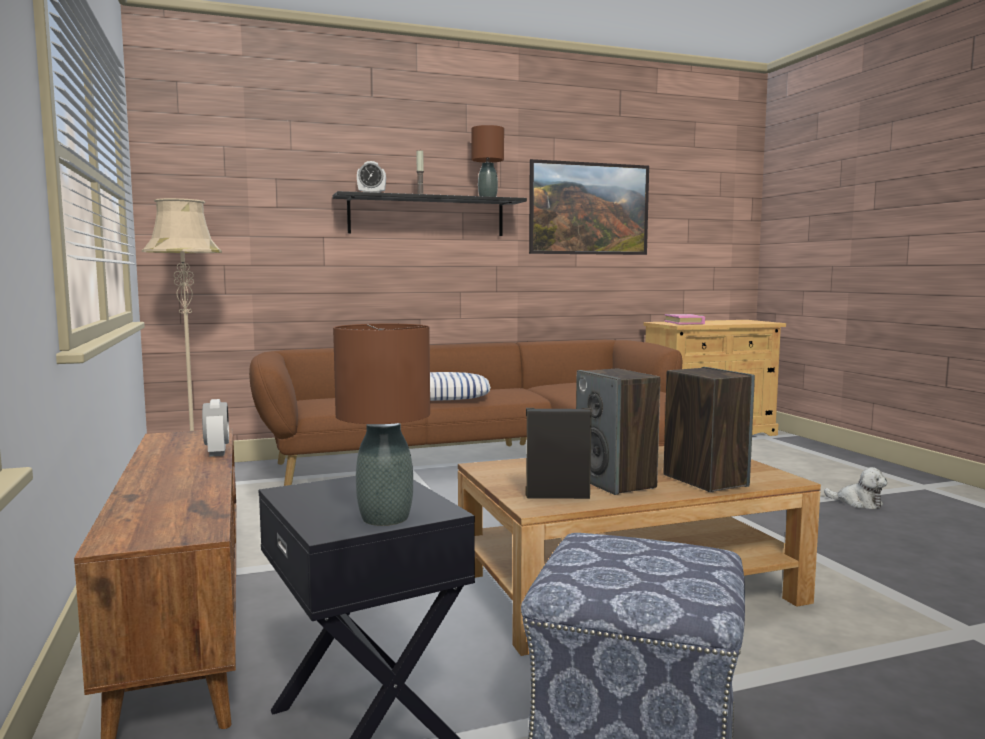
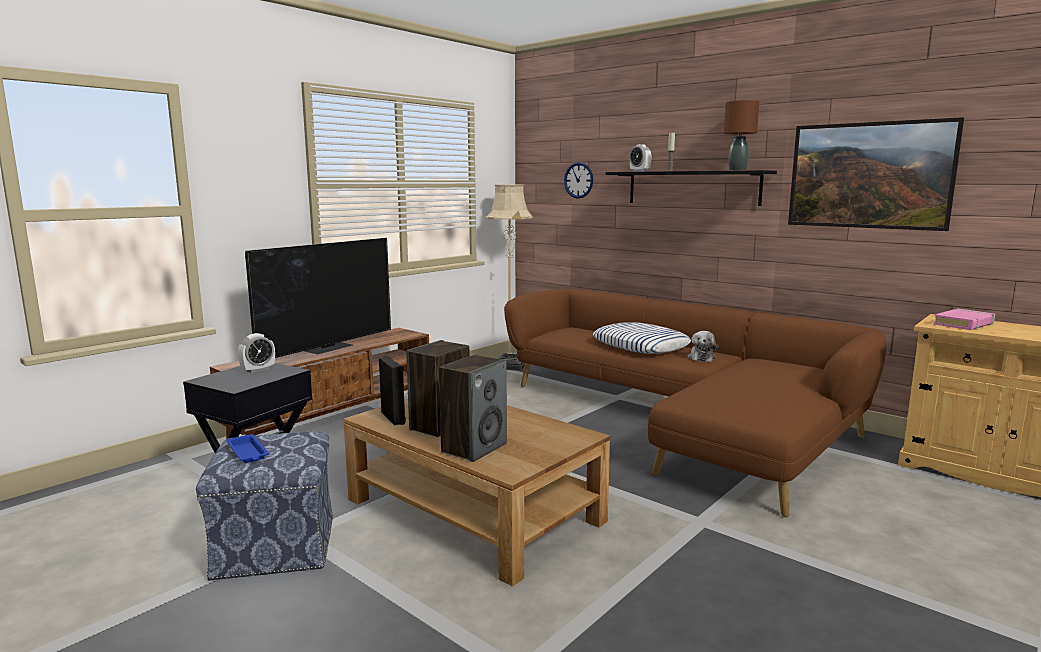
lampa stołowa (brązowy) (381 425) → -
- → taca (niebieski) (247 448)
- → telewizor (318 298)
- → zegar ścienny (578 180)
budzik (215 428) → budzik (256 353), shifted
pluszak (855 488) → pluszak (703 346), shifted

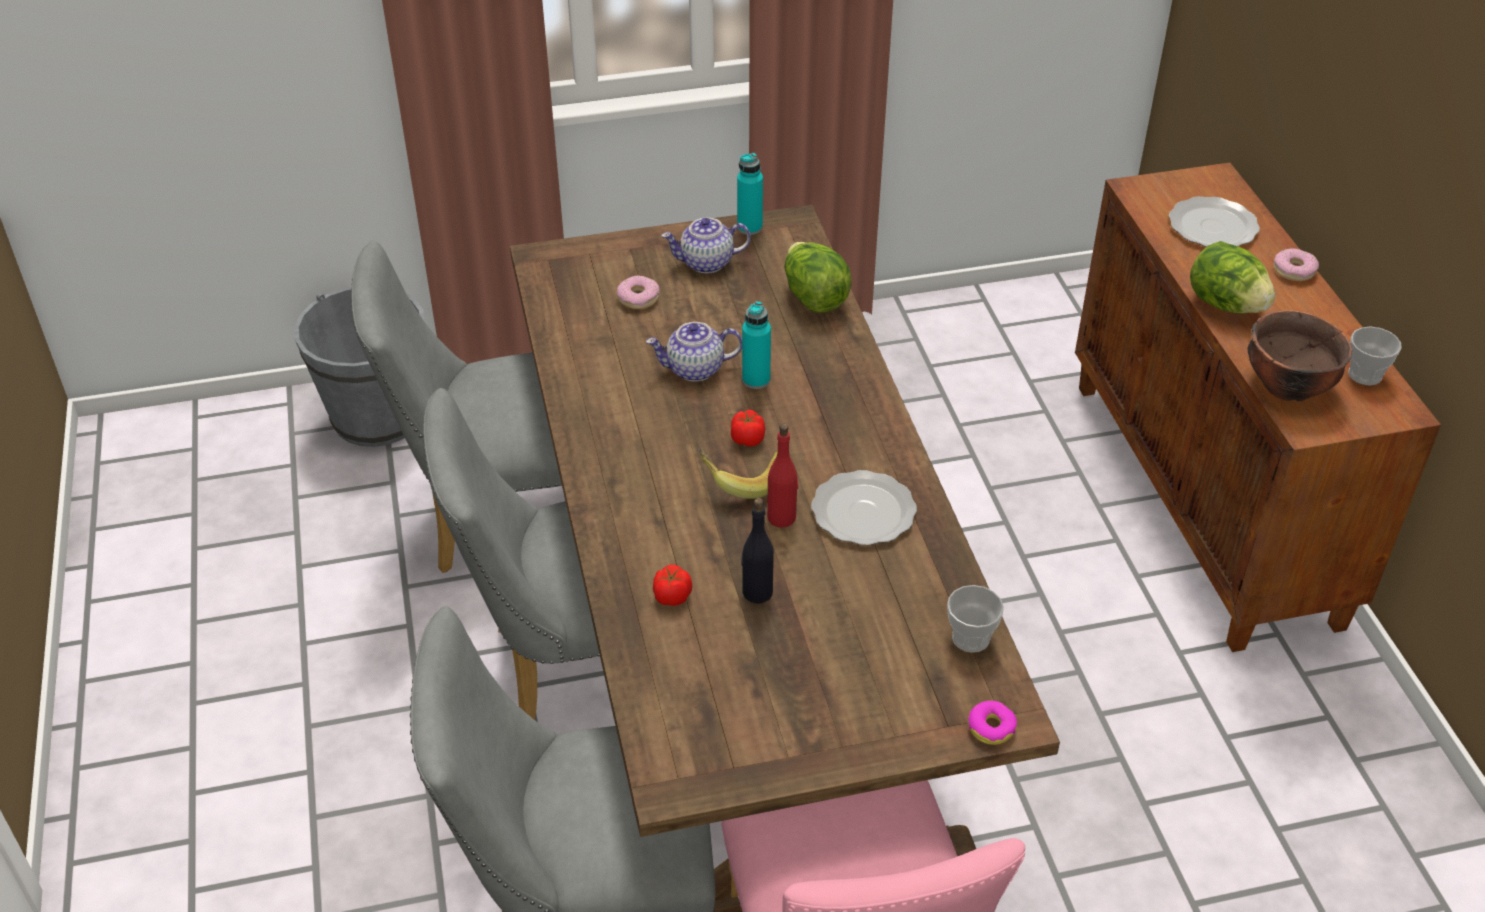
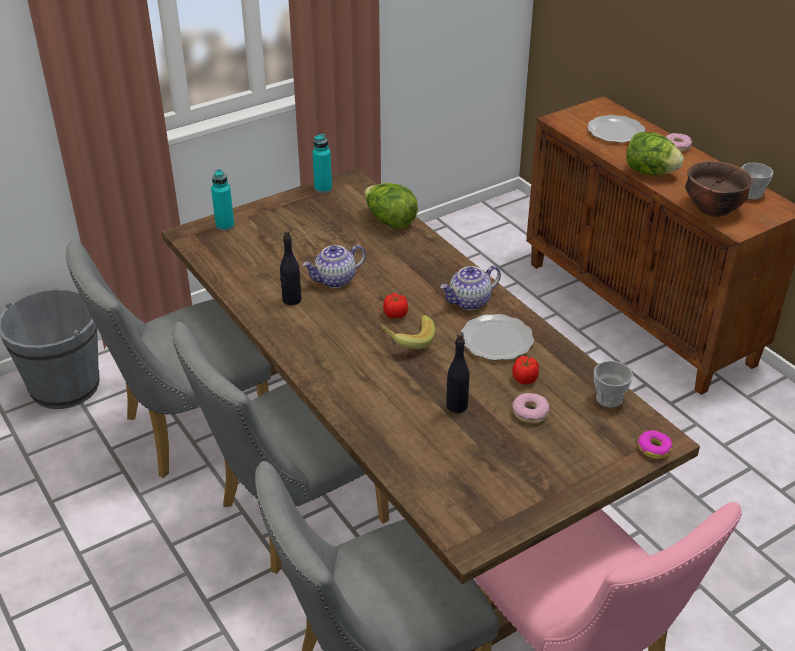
butelka (czerwony) (782 476) → -
- → butelka (czarny) (291 267)
donut (638 293) → donut (530 408), shifted
pomidor (672 585) → pomidor (525 370), shifted
imbryk (706 245) → imbryk (470 288), shifted
butelka (turkusowy) (756 345) → butelka (turkusowy) (222 200), shifted

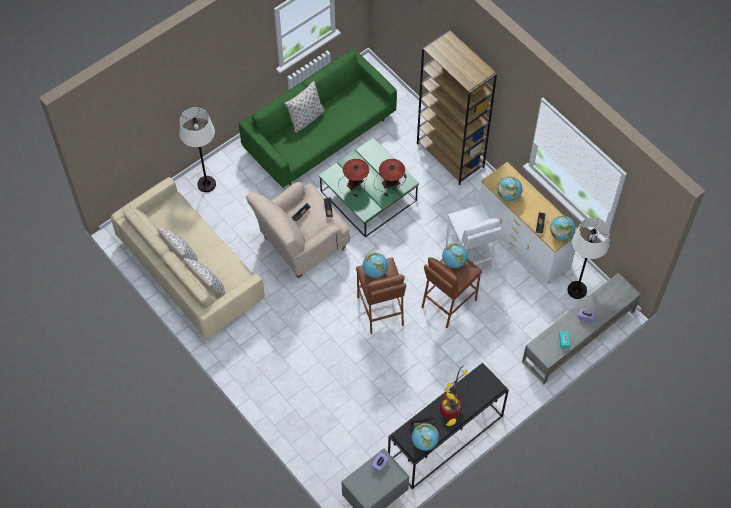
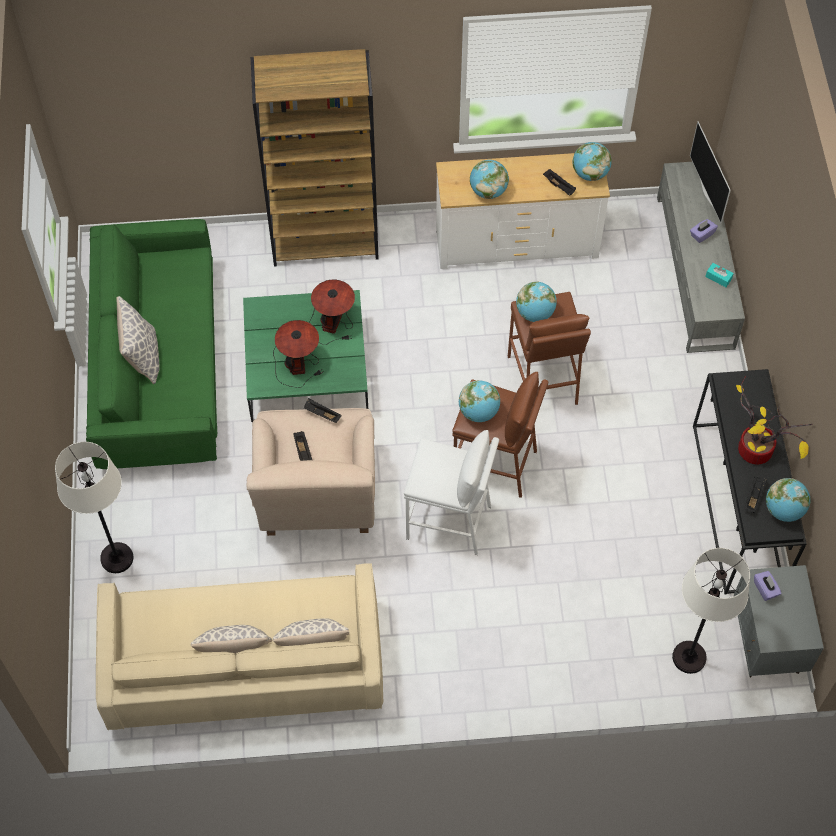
- → telewizor (710 172)
stołek (biały) (473 238) → stołek (biały) (451 492), shifted
lampa stojąca (biały) (588 258) → lampa stojąca (biały) (711 611), shifted

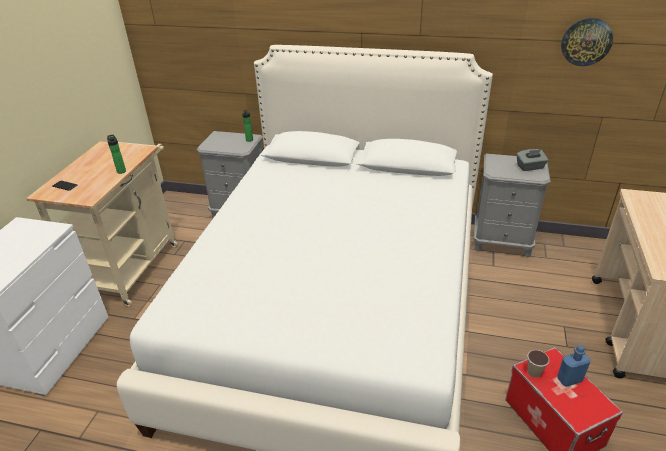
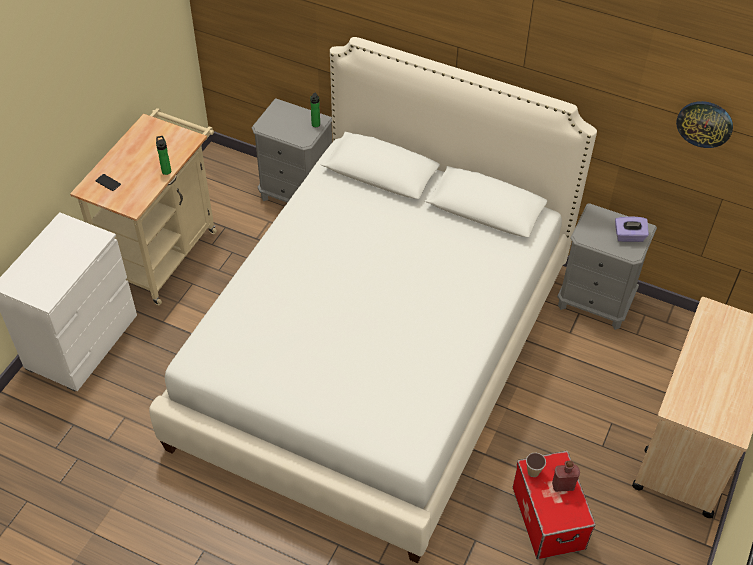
pudełko chusteczek (szary) (532 160) → pudełko chusteczek (fioletowy) (632 229)
butelka (niebieski) (573 366) → butelka (czerwony) (566 476)

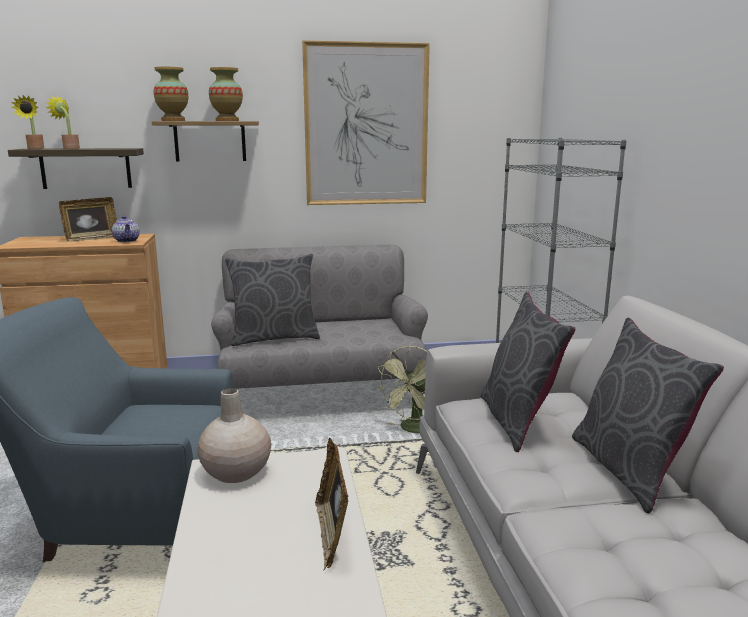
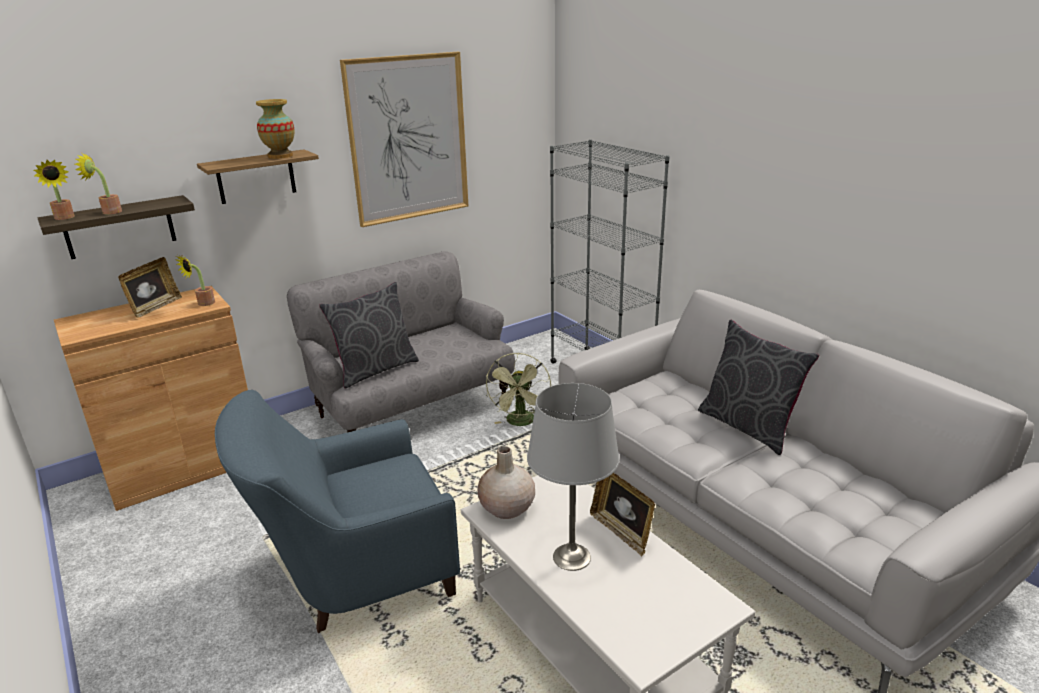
wazon (171 94) → -
poduszka (szary) (528 372) → -
- → lampa stołowa (szary) (573 477)
imbryk (126 229) → roślina doniczkowa (195 281)

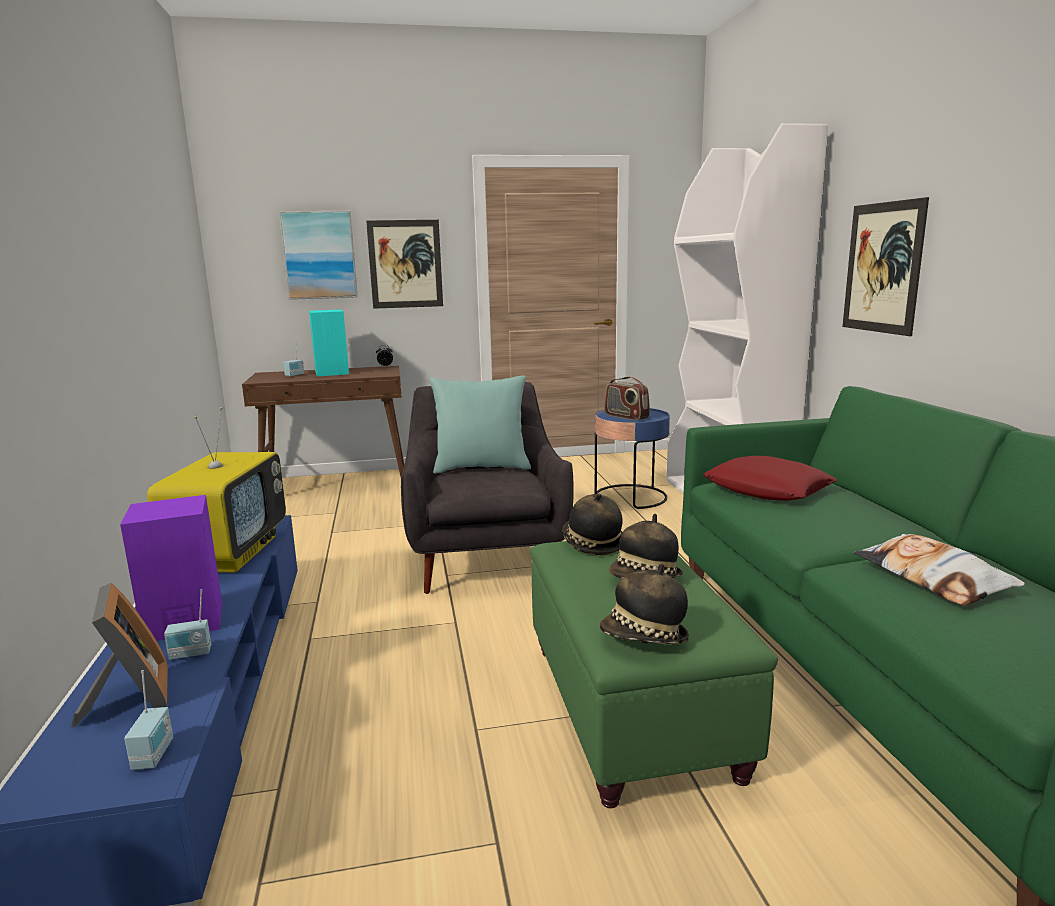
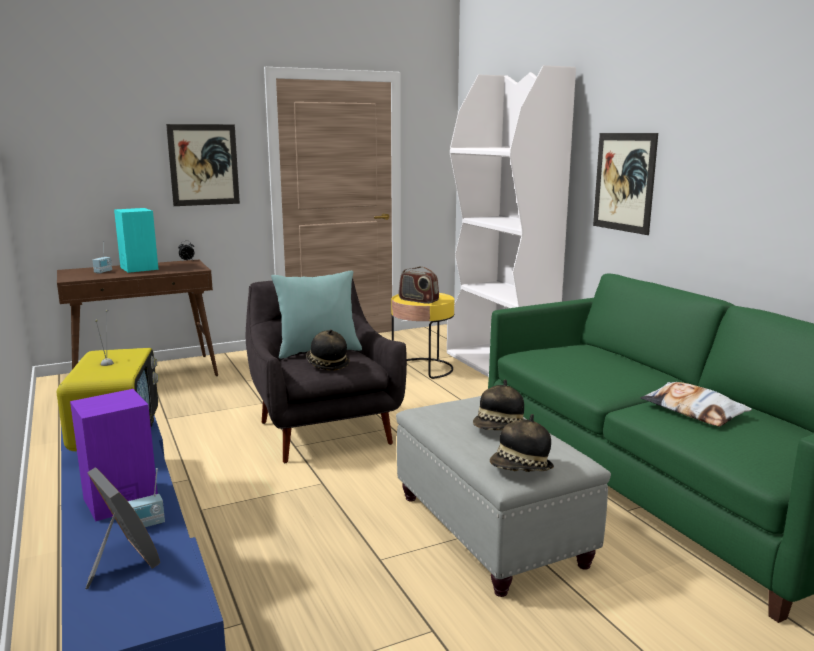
radio (148 720) → -
obraz (318 255) → -
poduszka (czerwony) (770 478) → -
kapelusz (592 524) → kapelusz (328 349), shifted
pufa (zielony) (654 674) → pufa (szary) (503 496)
stolik (niebieski) (632 458) → stolik (żółty) (422 336)

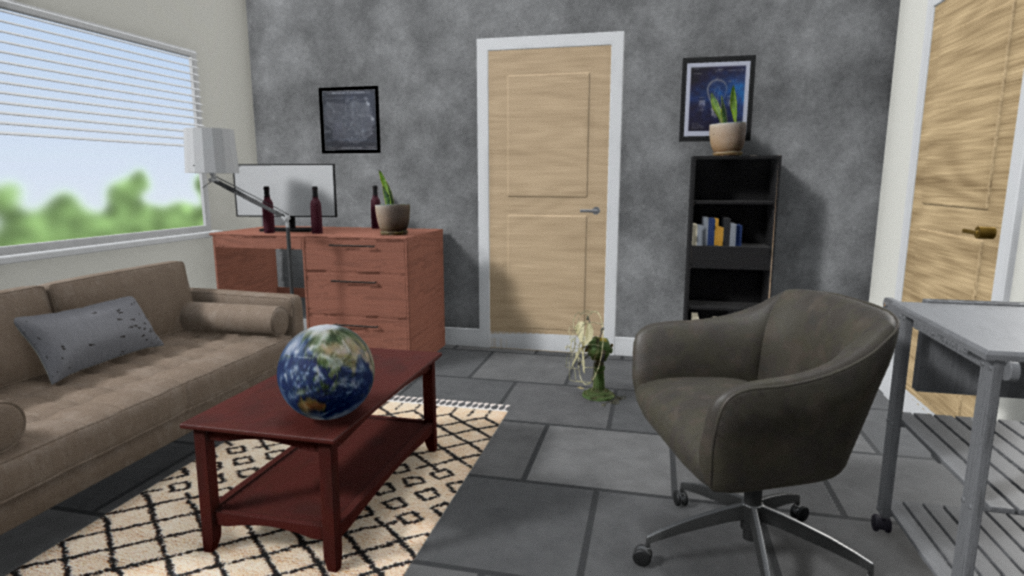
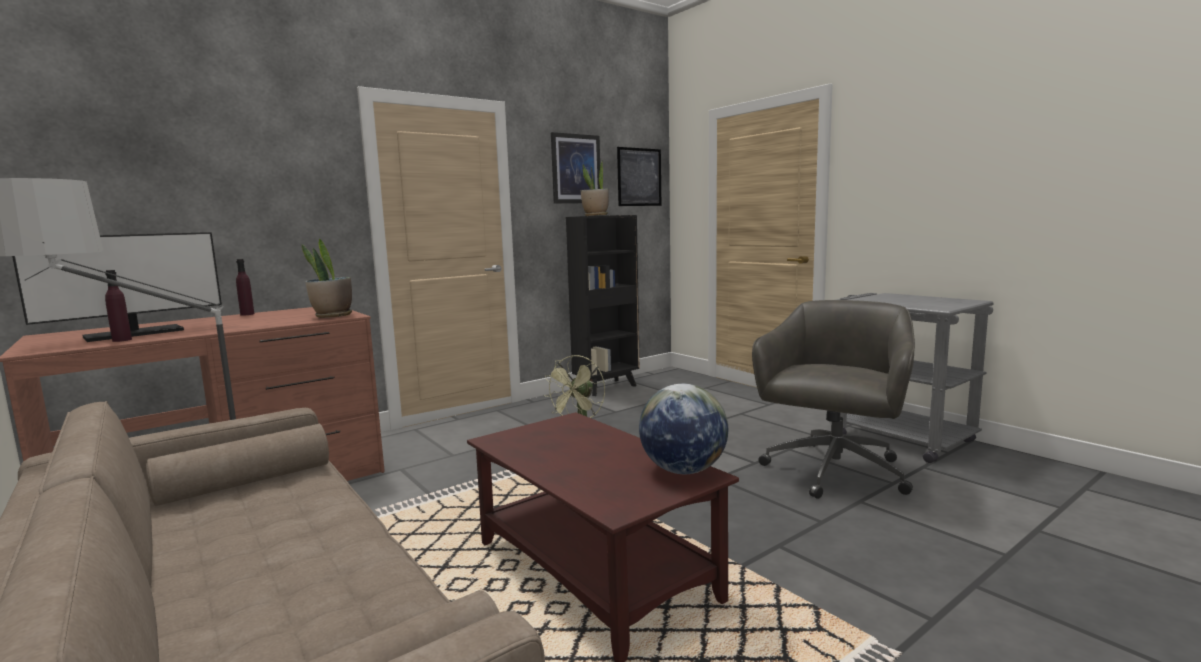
poduszka (szary) (89 340) → -
butelka (fioletowy) (316 210) → -
obraz (350 119) → obraz (639 176), shifted

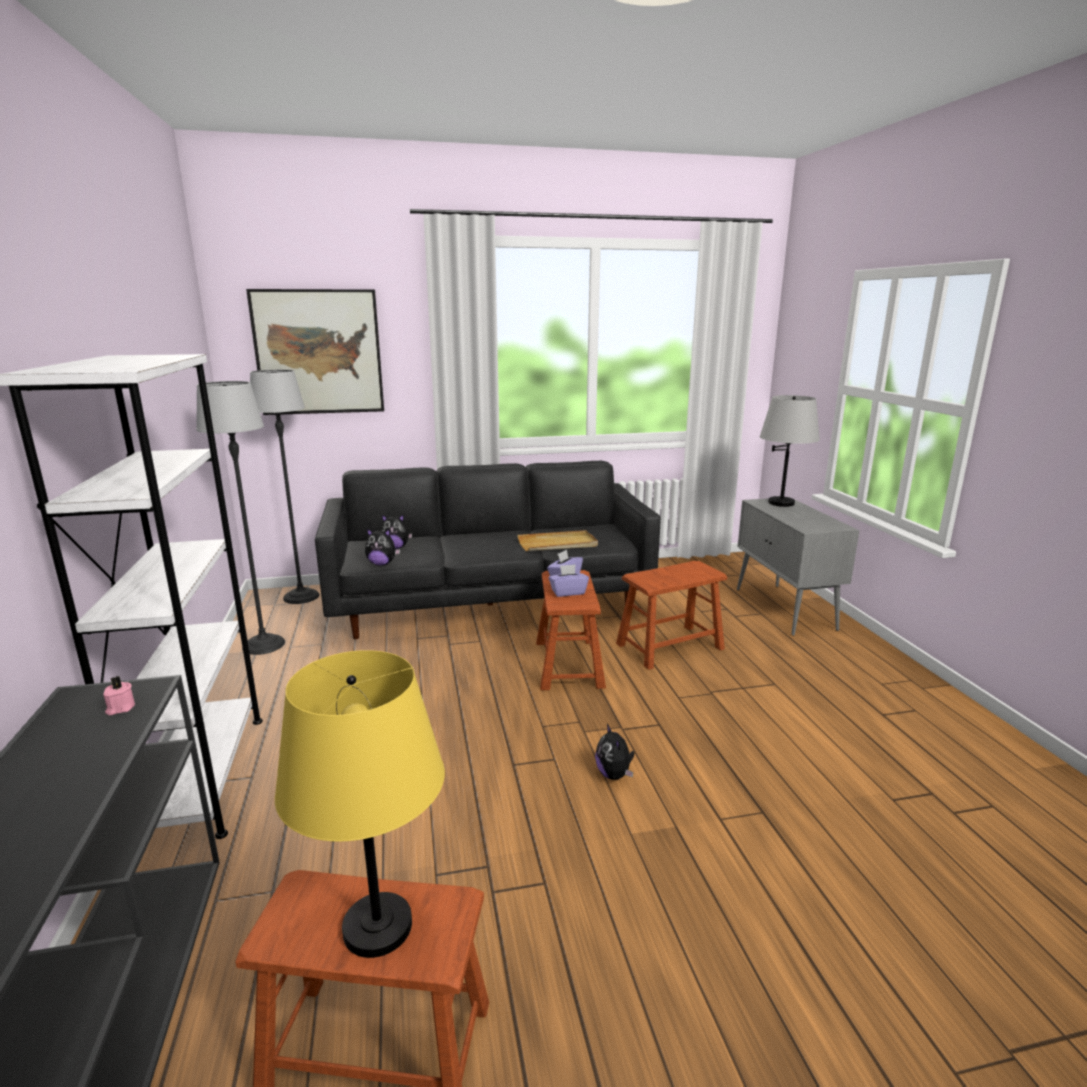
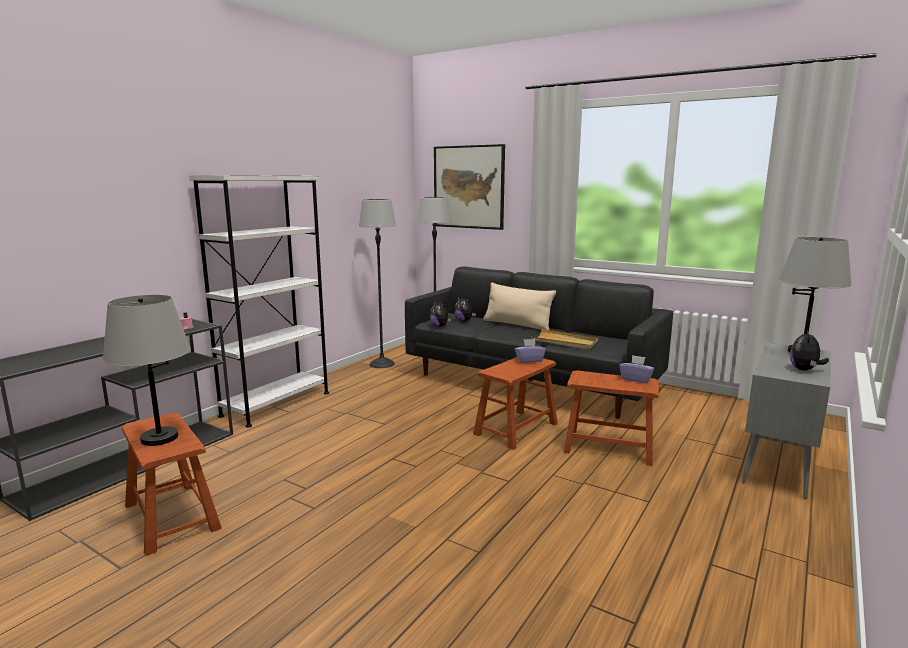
- → poduszka (beżowy) (519 306)
pudełko chusteczek (fioletowy) (569 580) → pudełko chusteczek (fioletowy) (636 369), shifted
pluszak (614 752) → pluszak (809 350), shifted
lampa stołowa (żółty) (360 804) → lampa stołowa (szary) (146 370)

